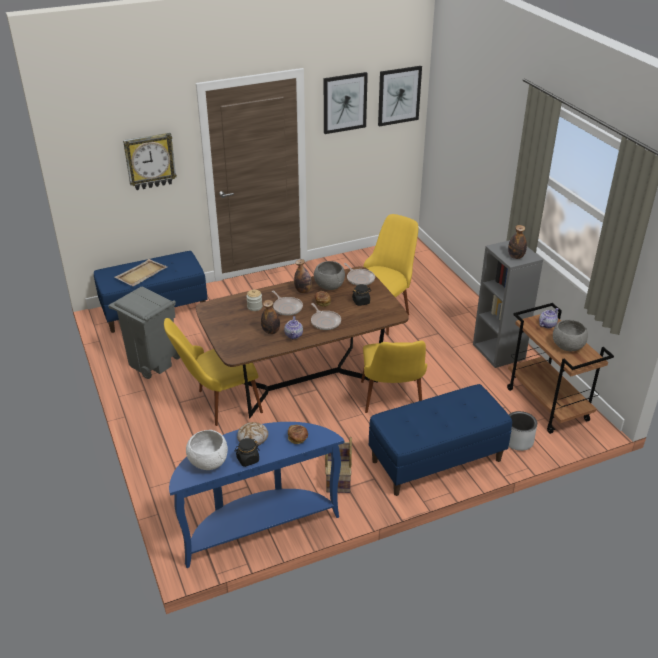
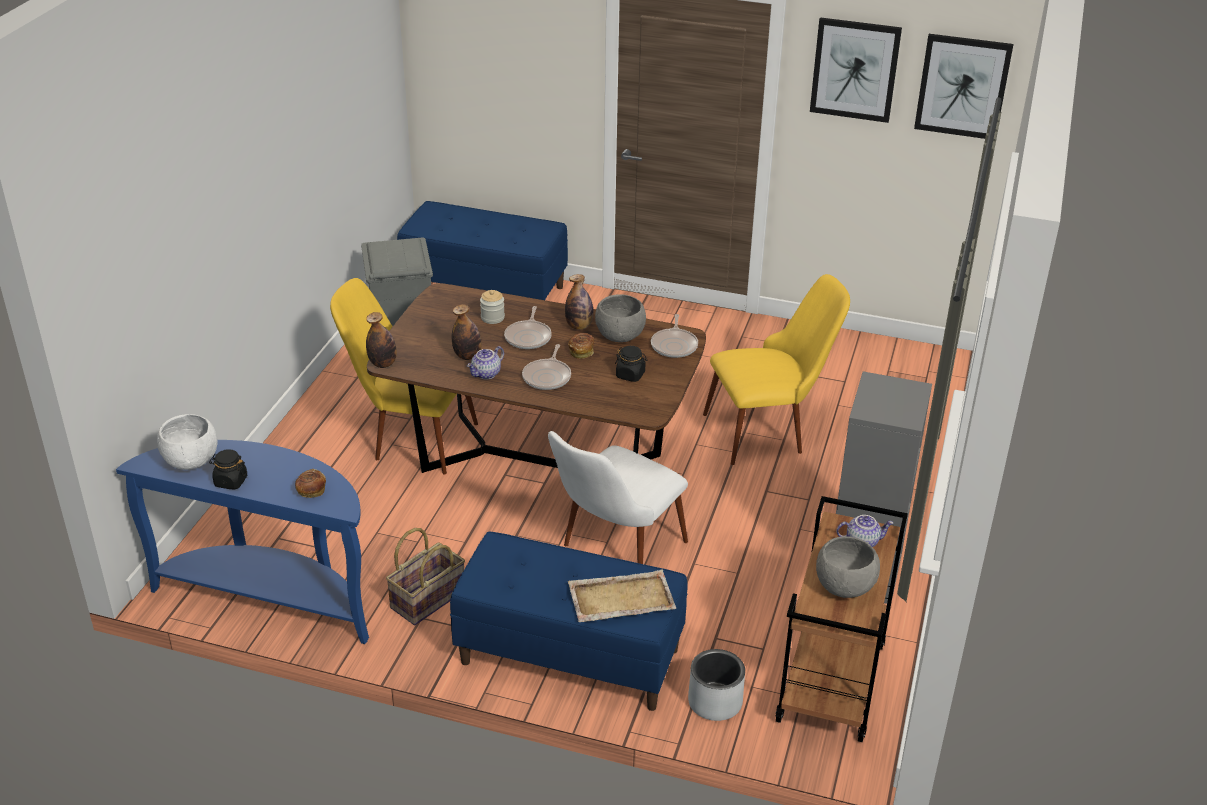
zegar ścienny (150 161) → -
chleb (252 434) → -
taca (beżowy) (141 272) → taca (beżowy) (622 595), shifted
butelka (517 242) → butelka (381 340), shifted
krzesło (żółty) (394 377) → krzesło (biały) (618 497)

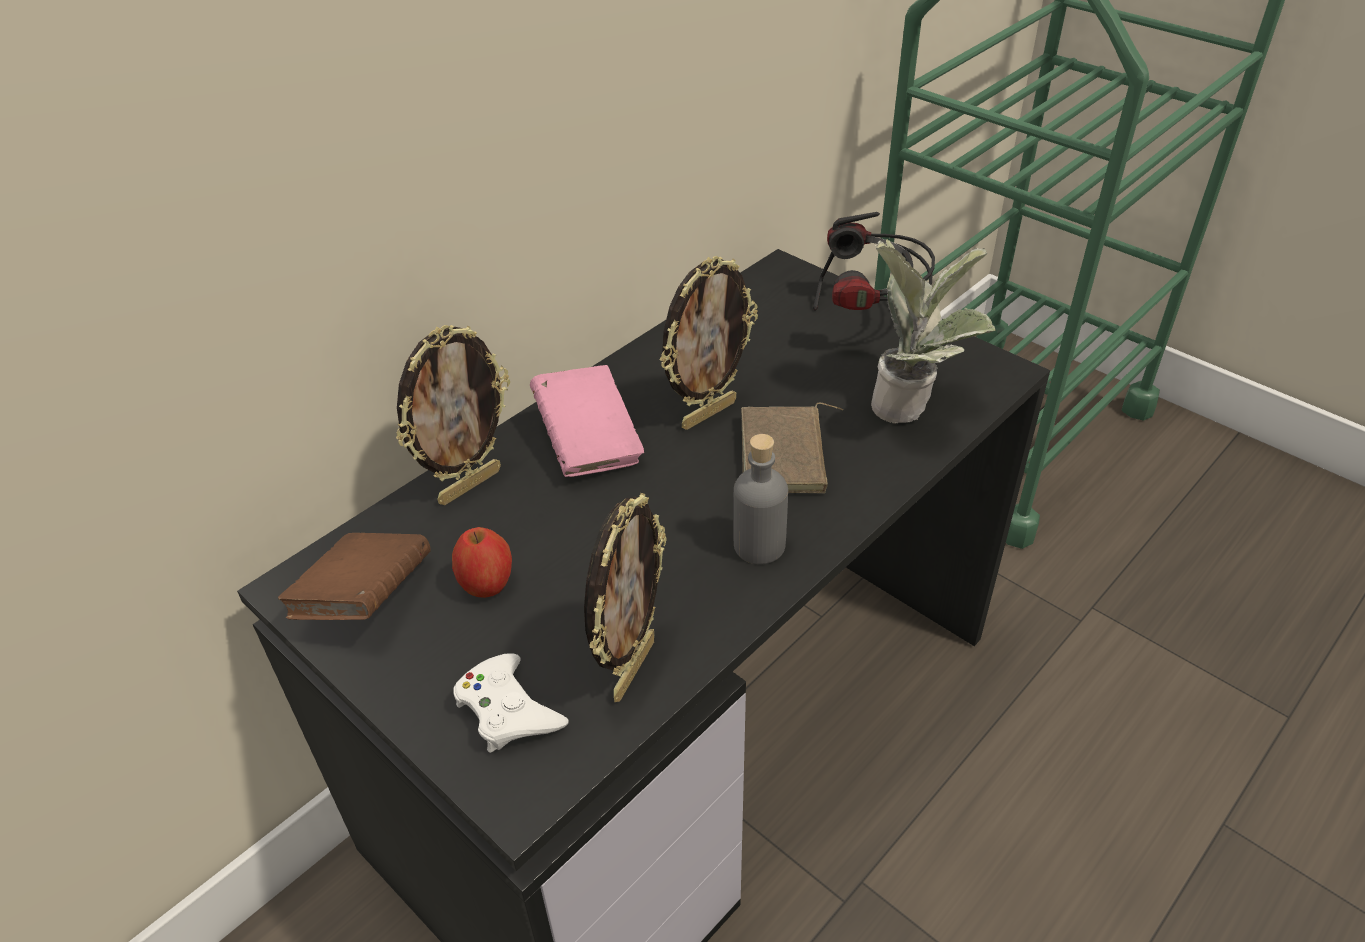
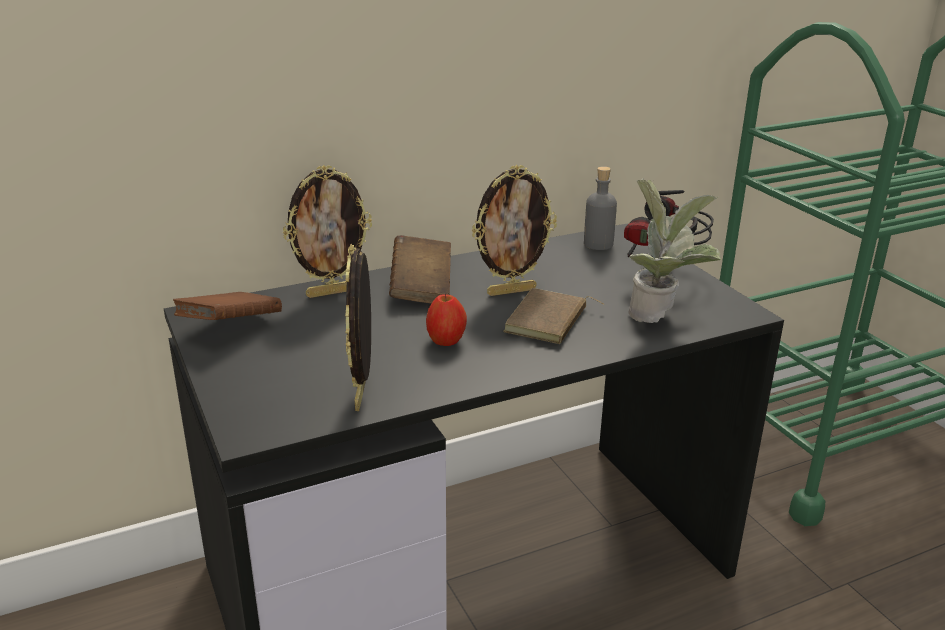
pad do gier (biały) (511 703) → -
jabłko (482 562) → jabłko (446 320), shifted
butelka (szary) (760 499) → butelka (szary) (600 208), shifted
książka (różowy) (587 421) → książka (brązowy) (420 269)
ramka na zdjęcie (625 597) → ramka na zdjęcie (358 327), 135 degrees clockwise

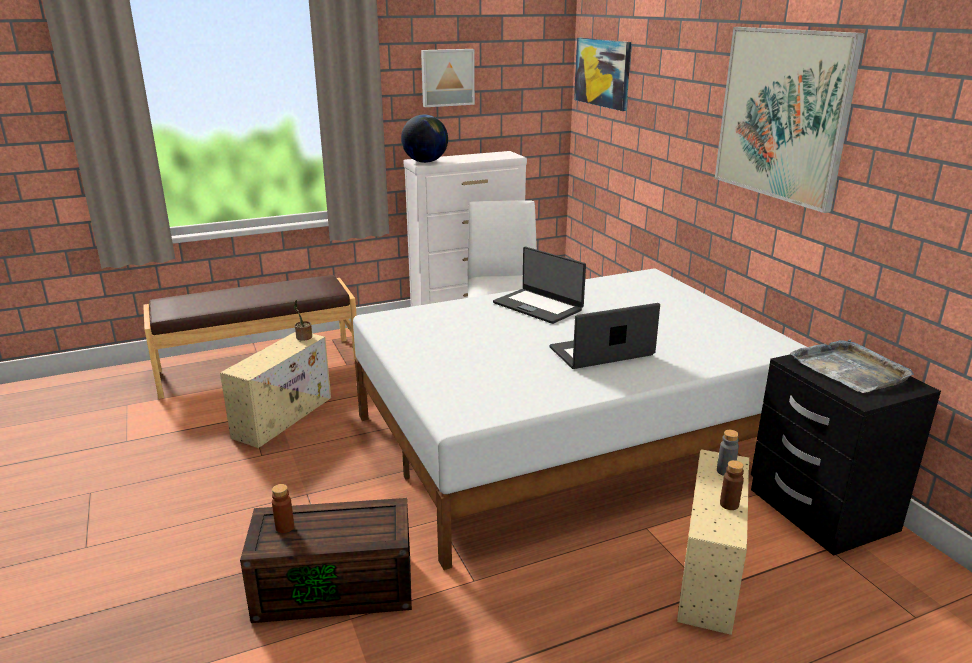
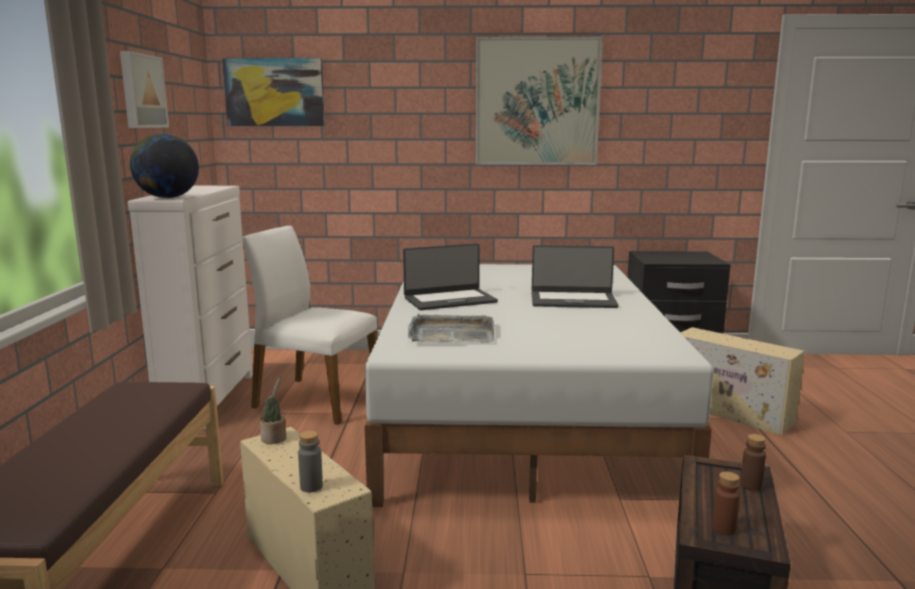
butelka (szary) (728 453) → butelka (szary) (310 461), shifted
butelka (brązowy) (732 485) → butelka (brązowy) (753 462), shifted
taca (szary) (852 366) → taca (szary) (451 328), shifted
laptop (605 336) → laptop (575 276), 90 degrees counterclockwise

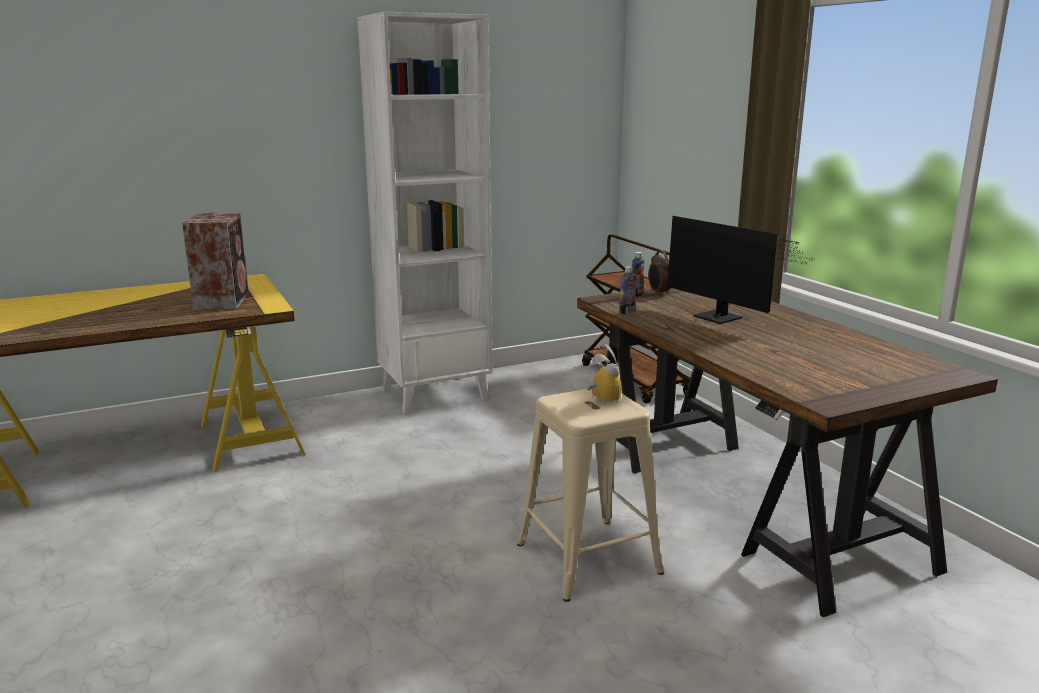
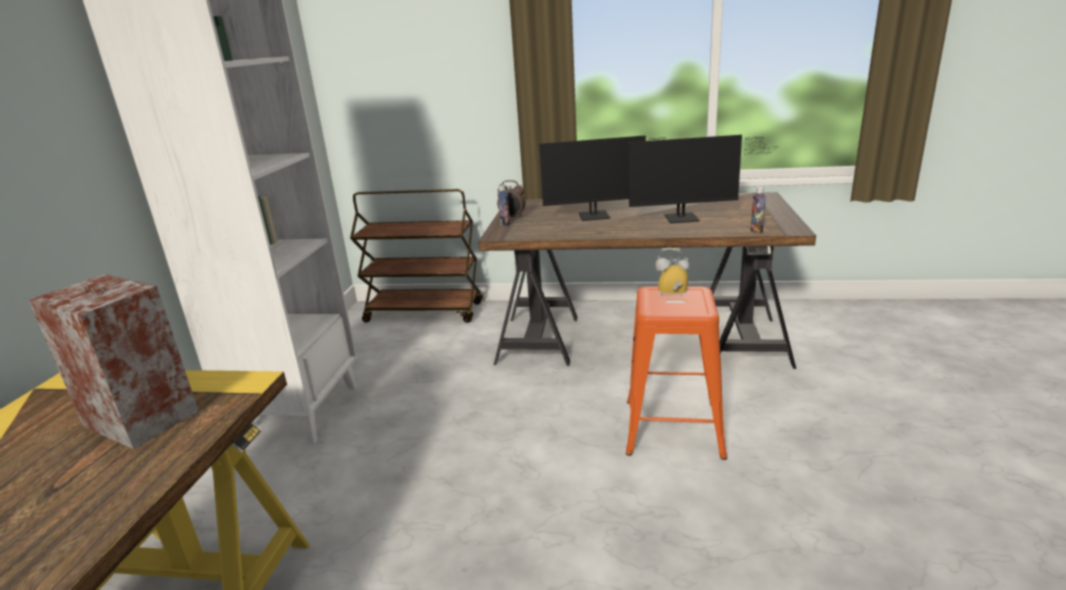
- → monitor (703 179)
butelka (627 290) → butelka (758 210), shifted
stołek (beżowy) (590 495) → stołek (pomarańczowy) (676 373)

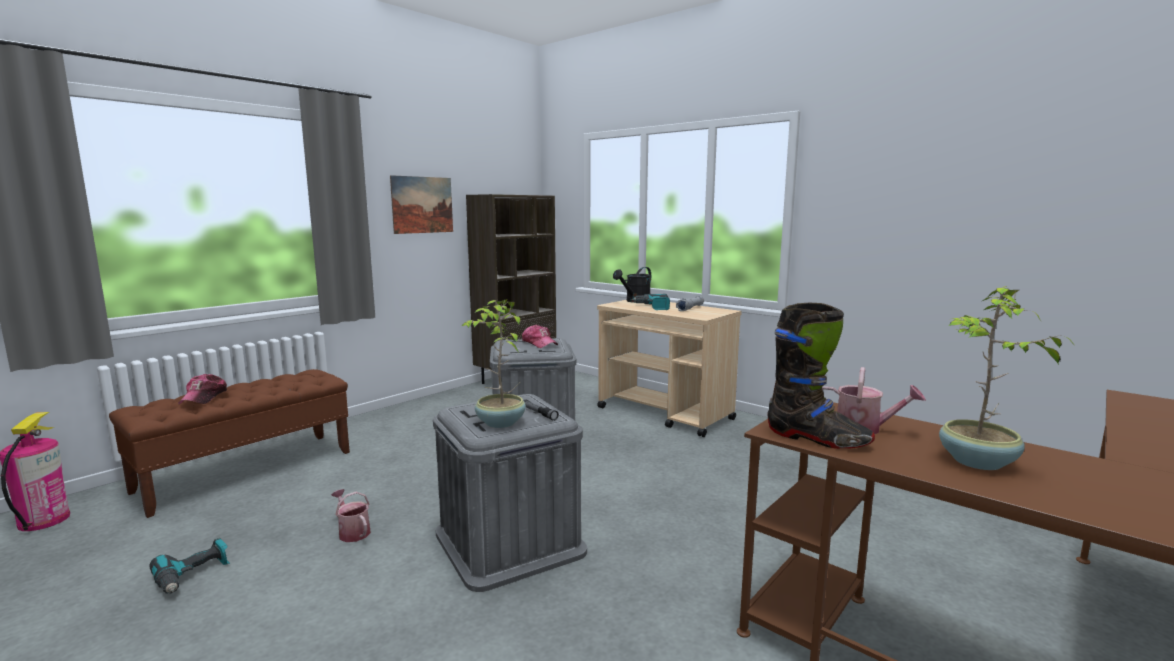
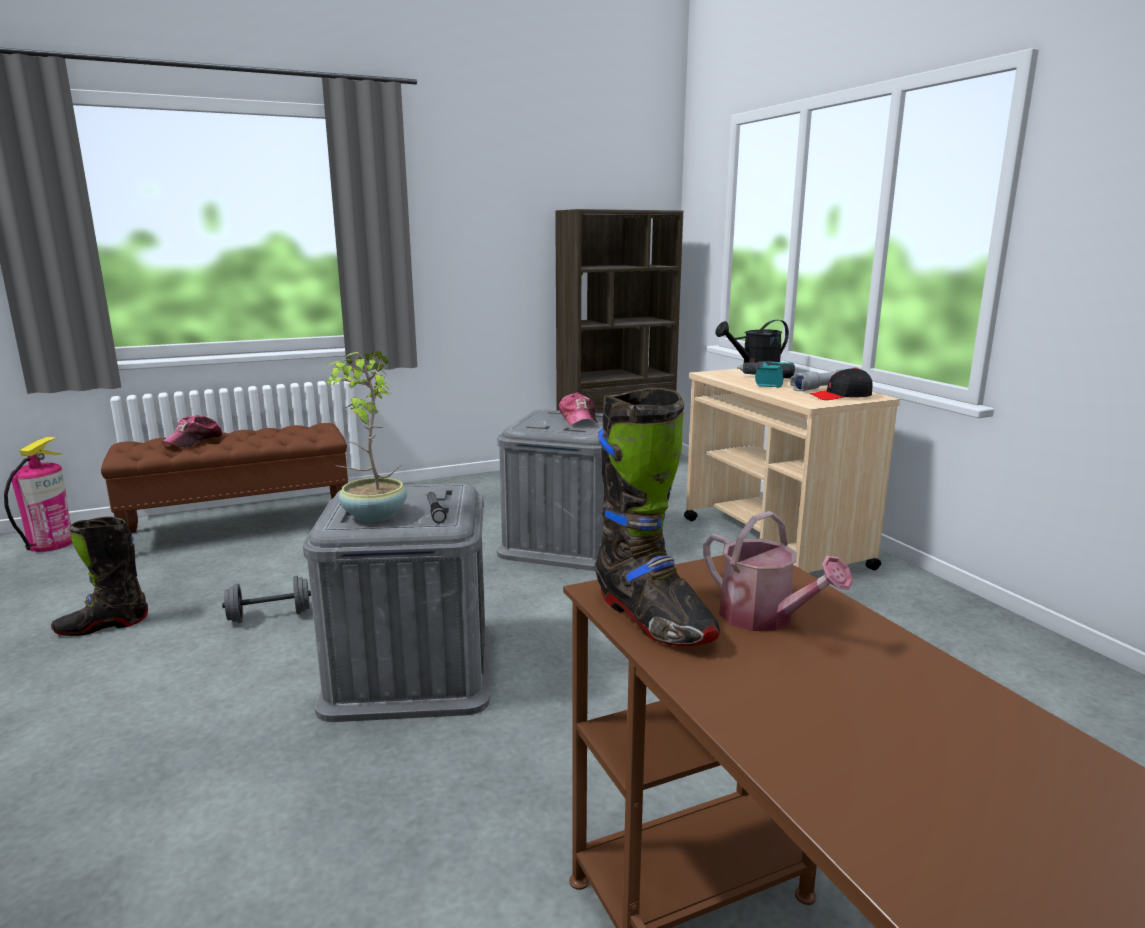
obraz (421 204) → -
roślina doniczkowa (1007 378) → -
- → czapka z daszkiem (czarny) (841 384)
wiertarka (189 565) → but z cholewką (czarny) (99 576)
konewka (351 515) → hantel (szary) (266 599)

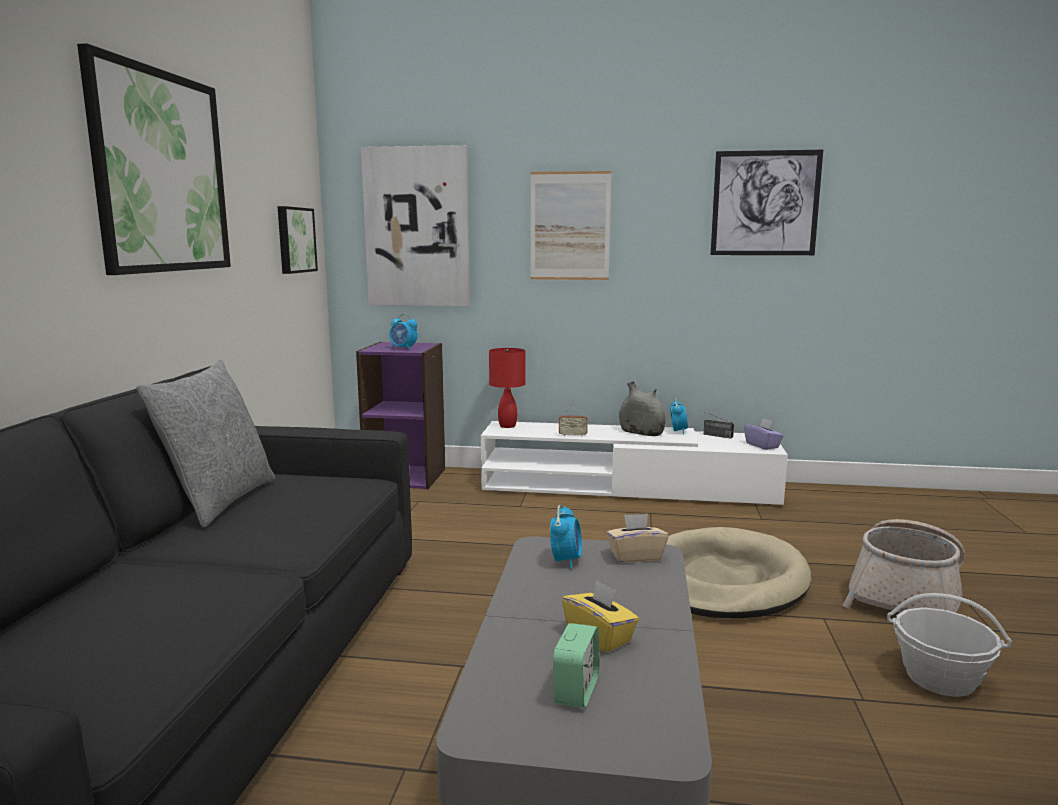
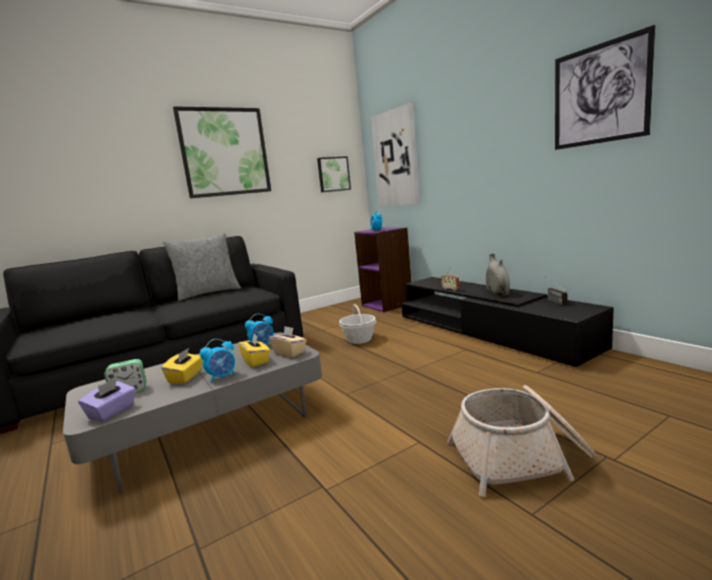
lampa stołowa (czerwony) (507 388) → -
obraz (571 225) → -
legowisko (beżowy) (739 572) → -
- → pudełko chusteczek (żółty) (254 350)
budzik (679 416) → budzik (218 361), shifted
pudełko chusteczek (fioletowy) (764 434) → pudełko chusteczek (fioletowy) (107 400), shifted
koszyk (949 645) → koszyk (357 324), shifted
szafka pod telewizor (biały) (634 463) → szafka pod telewizor (czarny) (507 322)

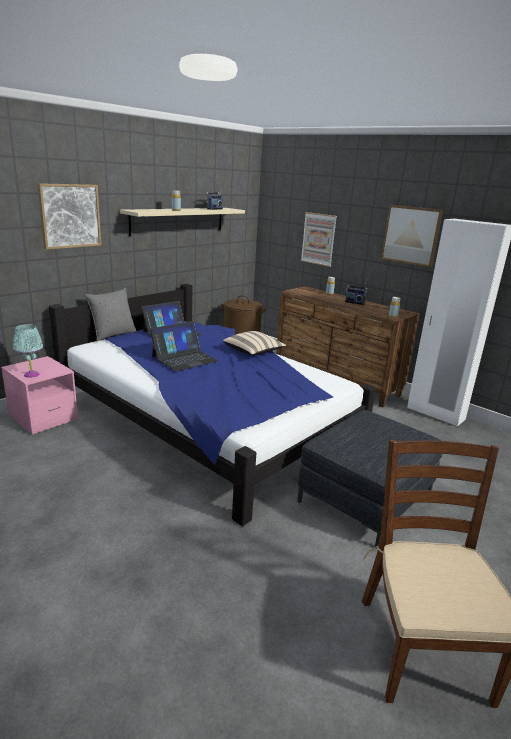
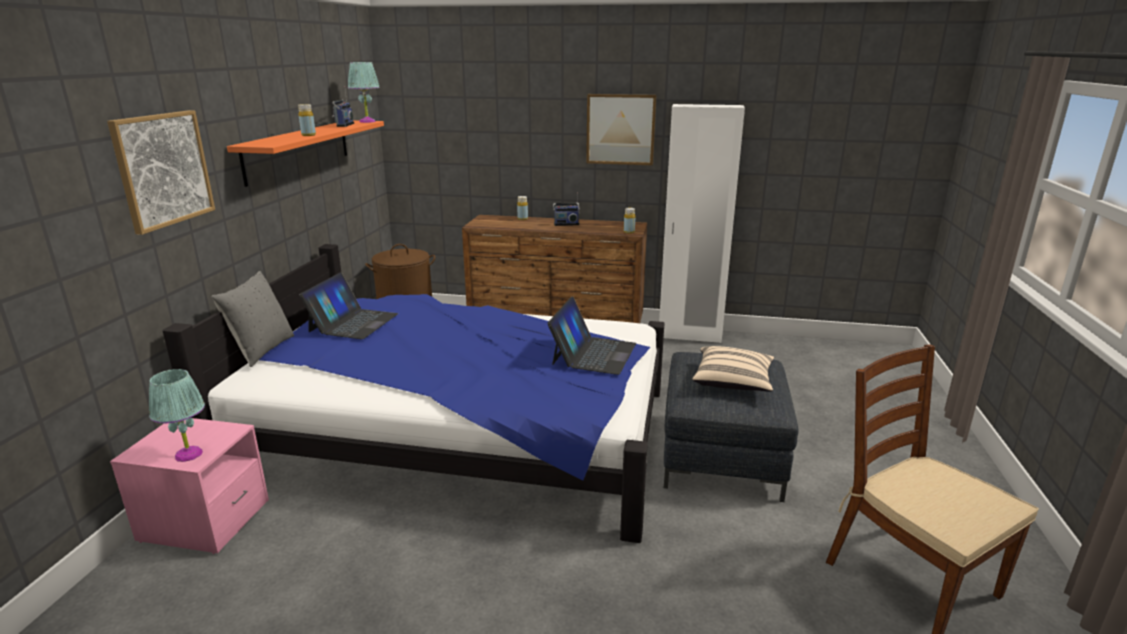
obraz (319 239) → -
- → lampa stołowa (turkusowy) (364 92)
laptop (184 346) → laptop (591 336), shifted
poduszka (beżowy) (254 343) → poduszka (beżowy) (733 368), shifted
półka (beżowy) (182 222) → półka (pomarańczowy) (305 153)

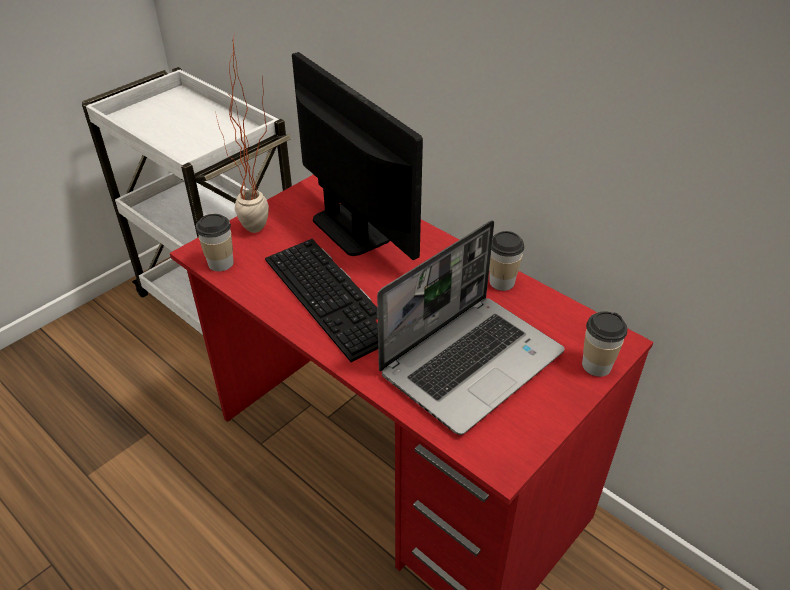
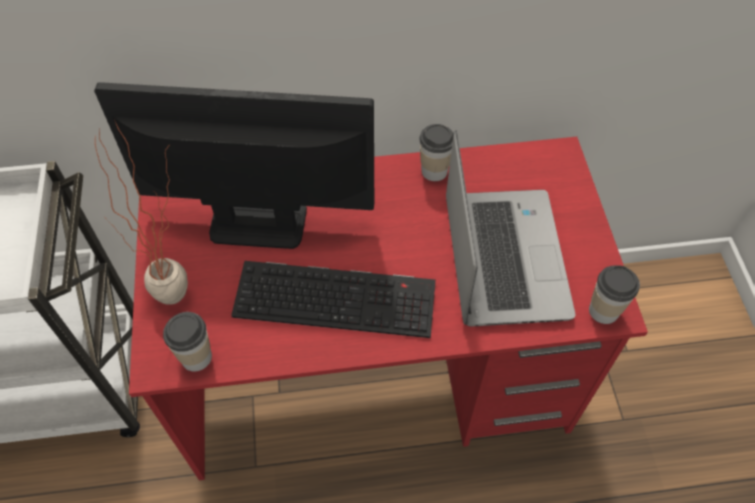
filiżanka (604 344) → filiżanka (614 294), shifted

